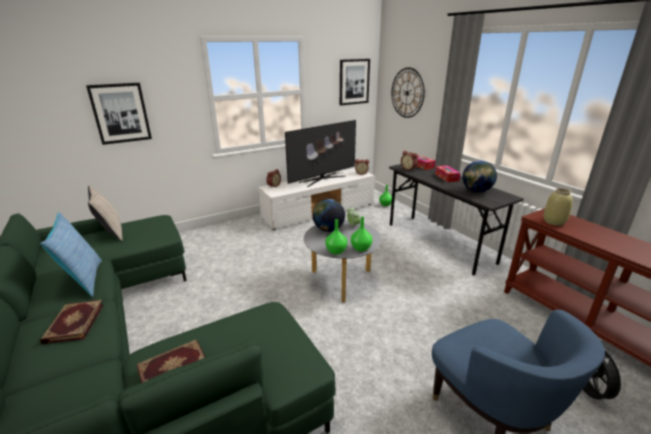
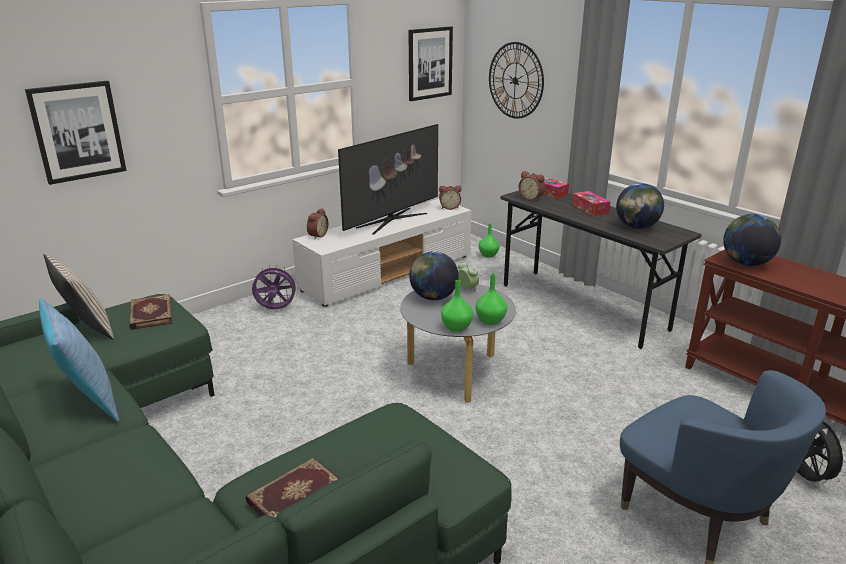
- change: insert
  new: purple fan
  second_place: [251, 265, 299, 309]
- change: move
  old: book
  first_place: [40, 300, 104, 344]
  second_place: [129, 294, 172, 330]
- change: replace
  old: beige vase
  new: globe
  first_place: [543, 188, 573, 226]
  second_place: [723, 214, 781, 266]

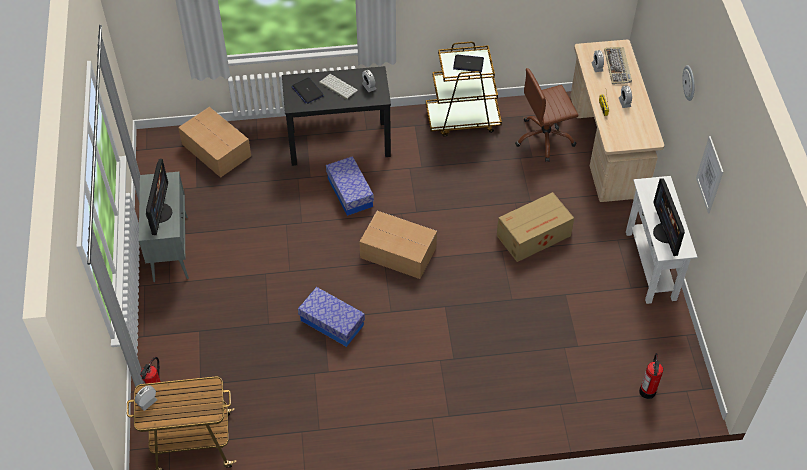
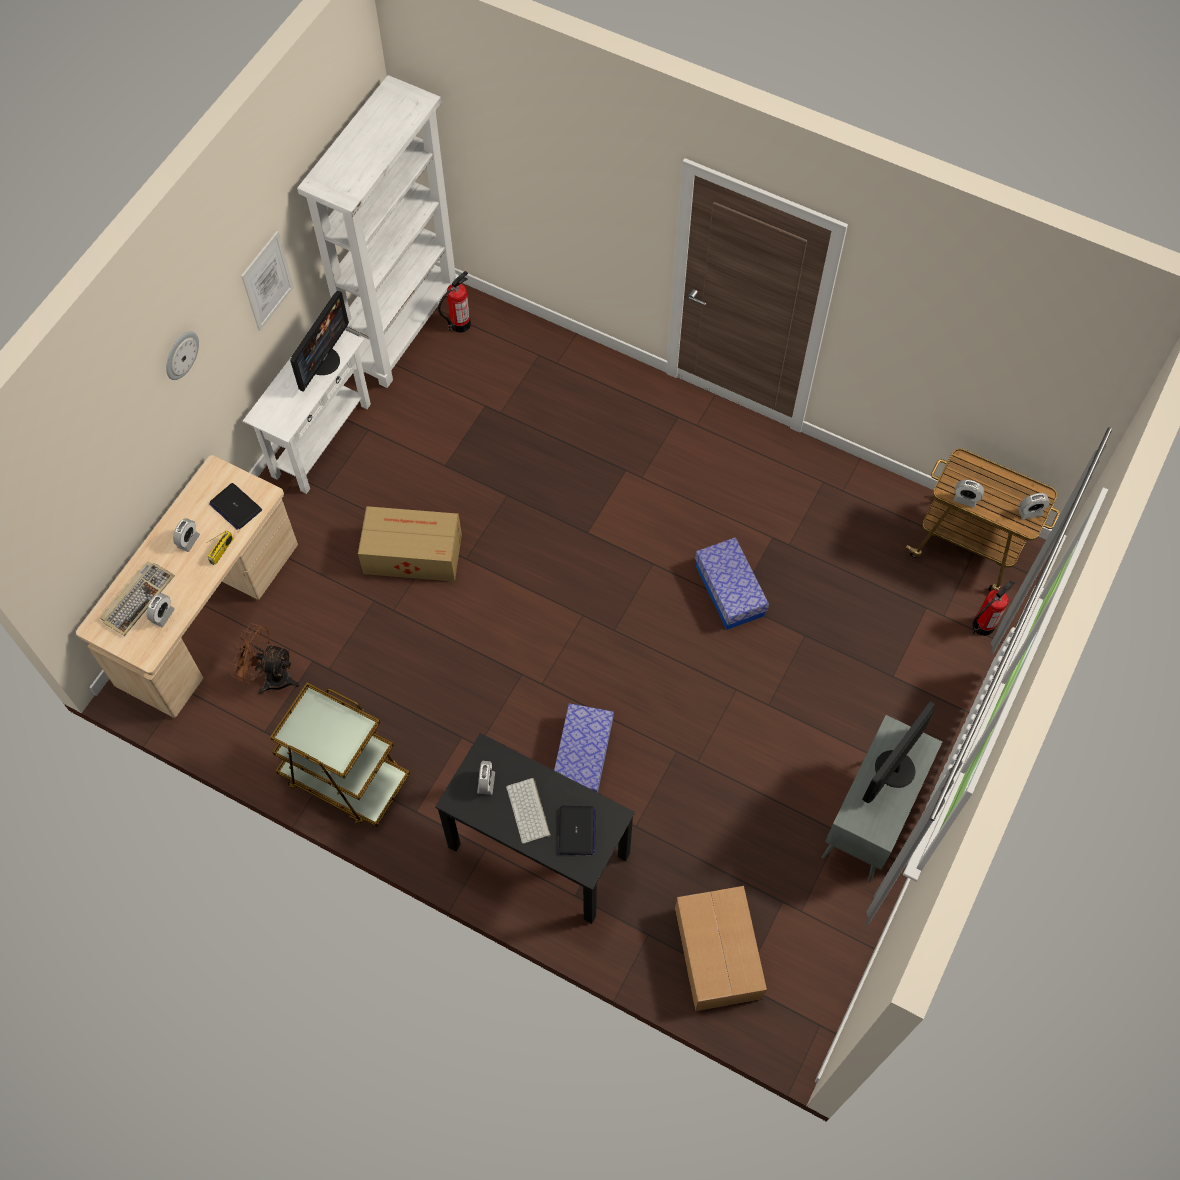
- change: delete
  old: cardboard box
  first_place: [359, 211, 437, 279]
- change: insert
  new: white bookcase
  second_place: [297, 75, 459, 388]
- change: insert
  new: alarm clock
  second_place: [953, 480, 984, 508]
- change: move
  old: laptop
  first_place: [453, 54, 484, 72]
  second_place: [209, 483, 262, 530]
- change: replace
  old: brown office chair
  new: brown fan
  first_place: [515, 68, 579, 162]
  second_place: [231, 623, 300, 695]

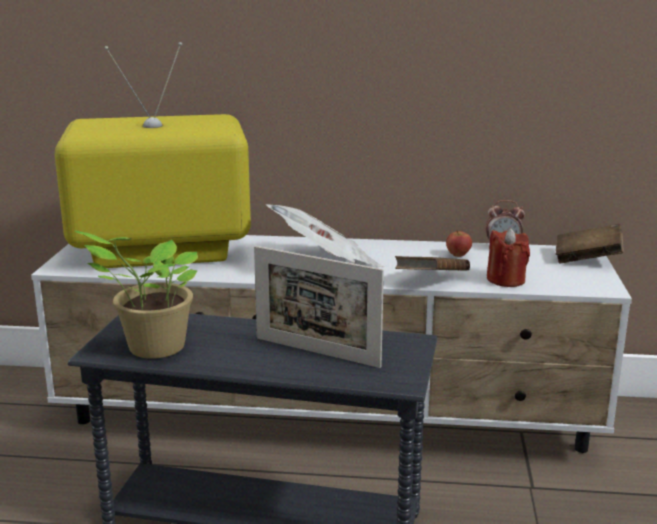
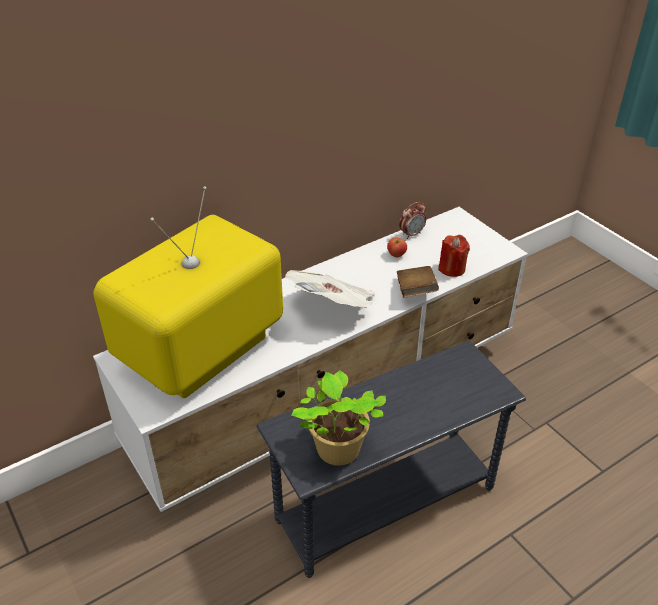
- change: delete
  old: picture frame
  first_place: [254, 246, 384, 368]
- change: delete
  old: brown book
  first_place: [556, 224, 624, 263]

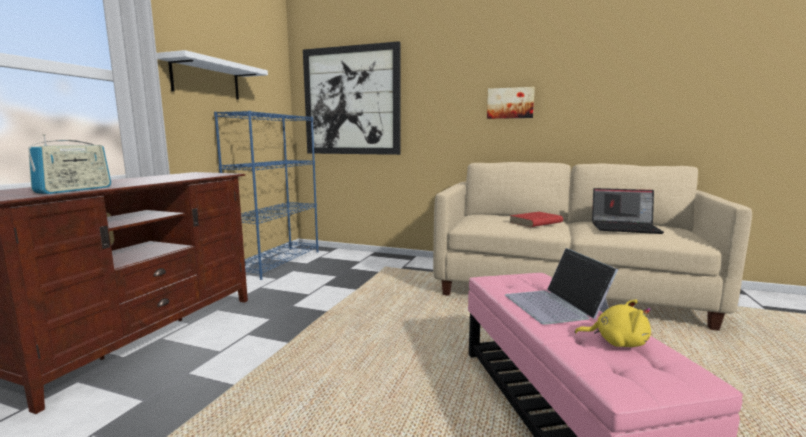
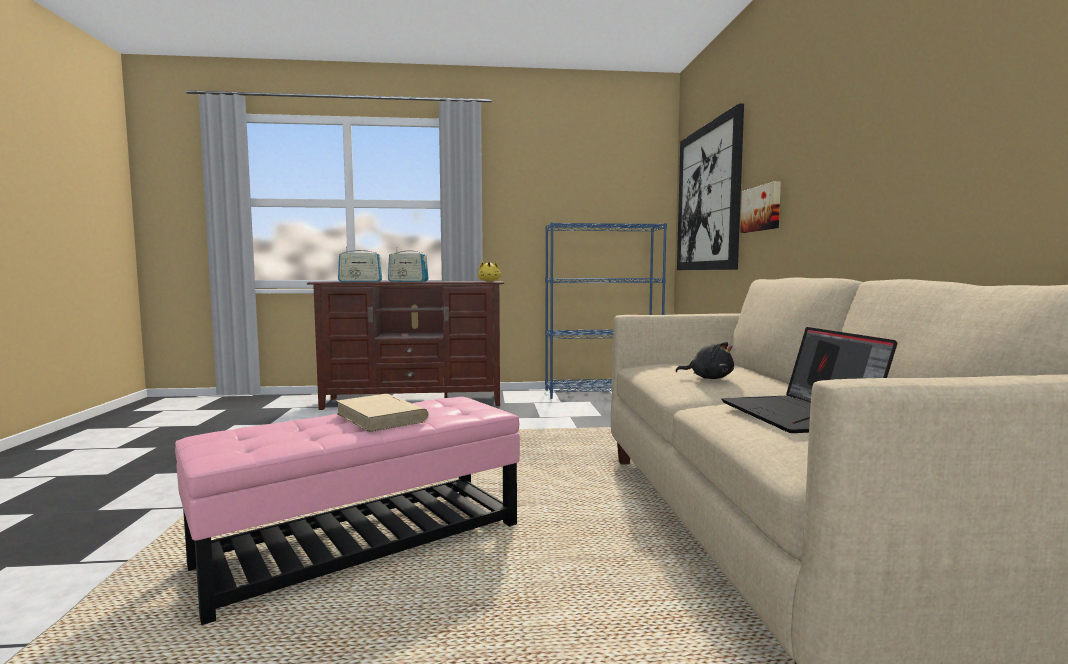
- change: delete
  old: white shelf
  first_place: [157, 50, 268, 100]
- change: insert
  new: radio
  second_place: [388, 247, 429, 282]
- change: move
  old: picture
  first_place: [487, 87, 535, 119]
  second_place: [740, 181, 781, 233]
- change: move
  old: yellow plush toy
  first_place: [575, 299, 651, 347]
  second_place: [478, 261, 501, 281]
- change: replace
  old: laptop
  new: beige book
  first_place: [505, 248, 618, 325]
  second_place: [336, 394, 429, 432]
- change: replace
  old: red book
  new: black plush toy
  first_place: [510, 212, 563, 227]
  second_place: [675, 342, 734, 379]

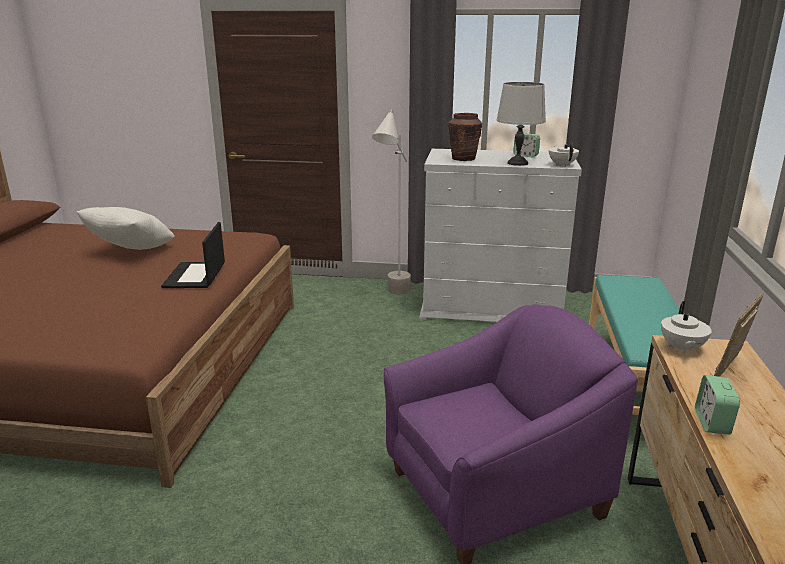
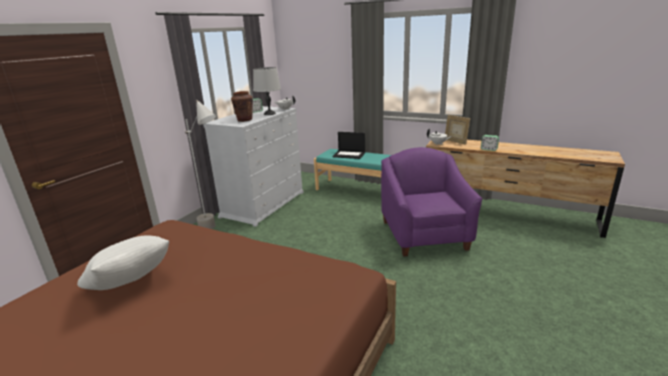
- change: move
  old: laptop
  first_place: [161, 222, 225, 288]
  second_place: [332, 132, 365, 159]

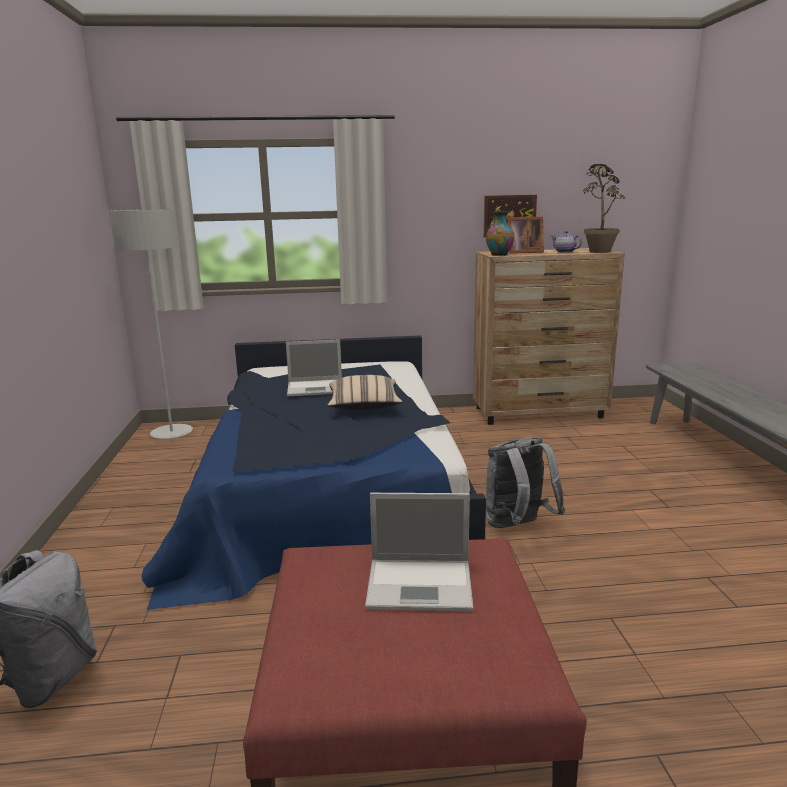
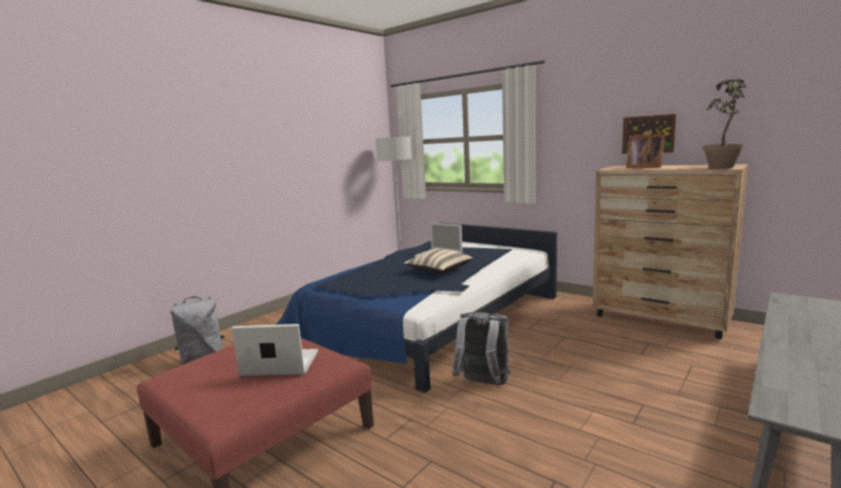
- change: delete
  old: vase
  first_place: [486, 211, 514, 256]
- change: delete
  old: teapot
  first_place: [551, 231, 582, 253]
- change: rotate
  old: laptop
  first_place: [365, 493, 474, 611]
  second_place: [232, 324, 318, 376]
  degrees: 135

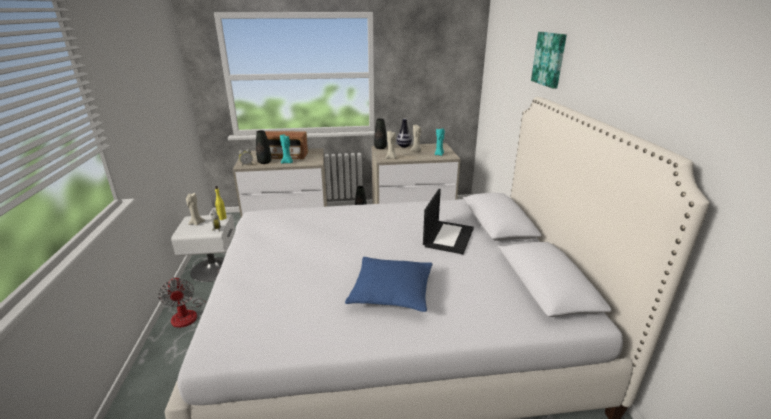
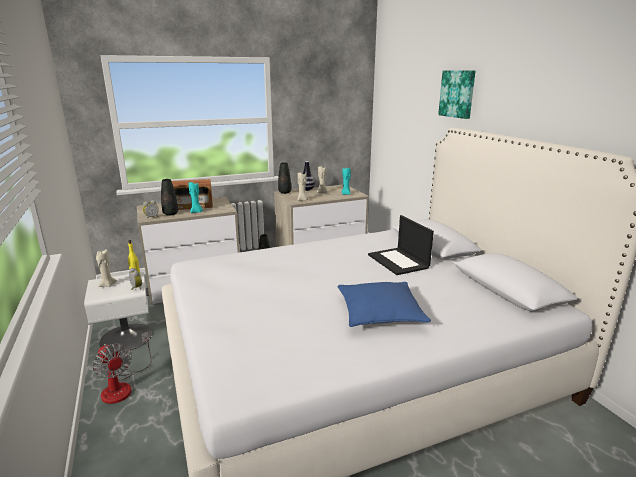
- change: rotate
  old: laptop
  first_place: [423, 189, 474, 254]
  second_place: [368, 215, 434, 275]
  degrees: 150

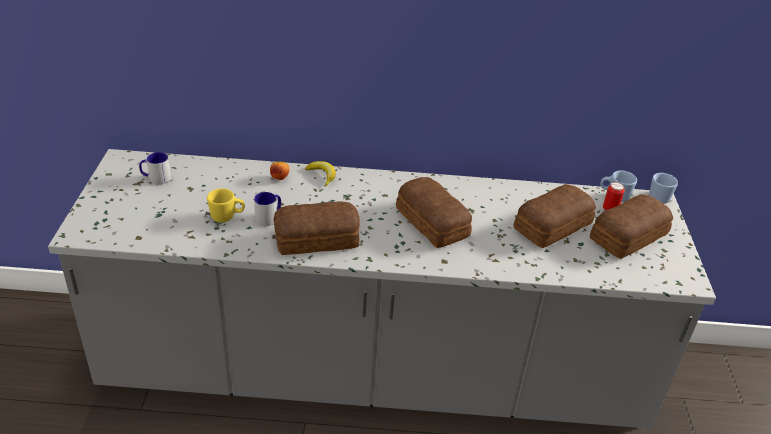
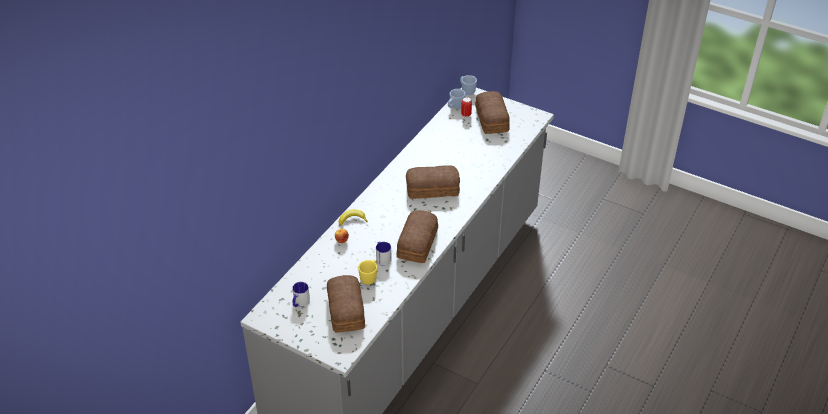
- change: move
  old: bread
  first_place: [513, 184, 596, 248]
  second_place: [327, 275, 365, 333]

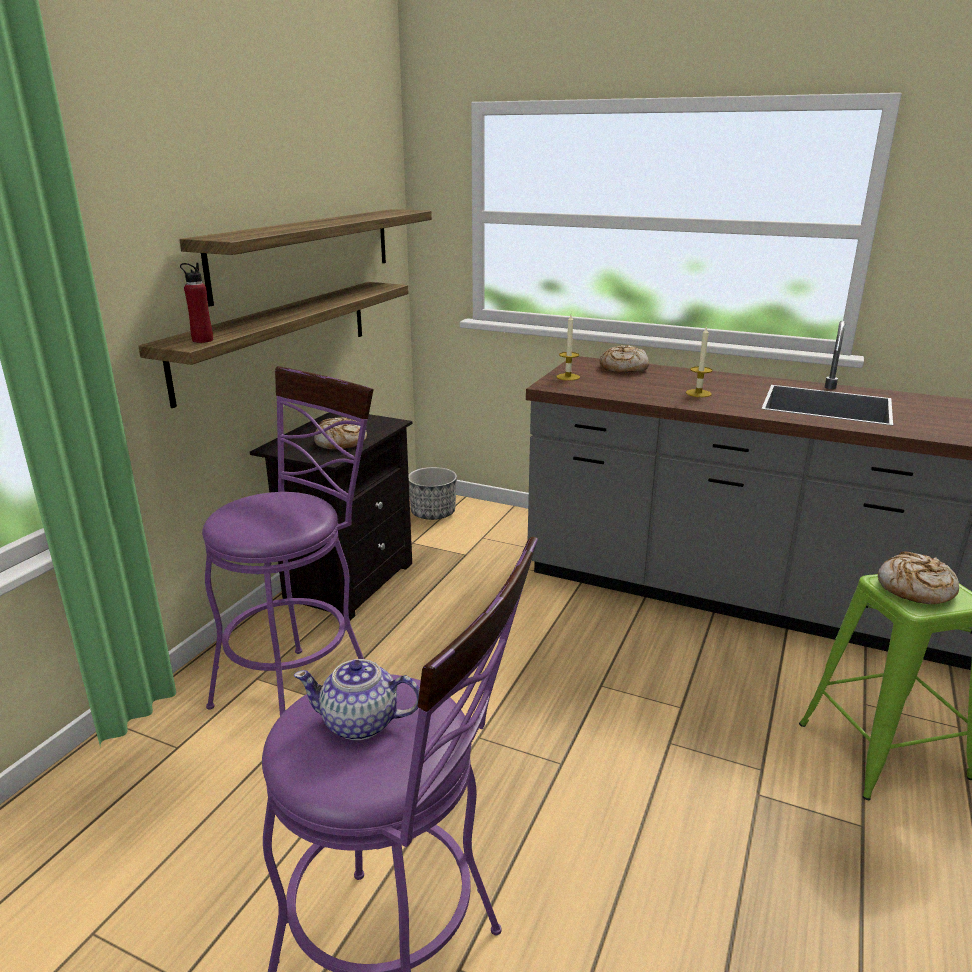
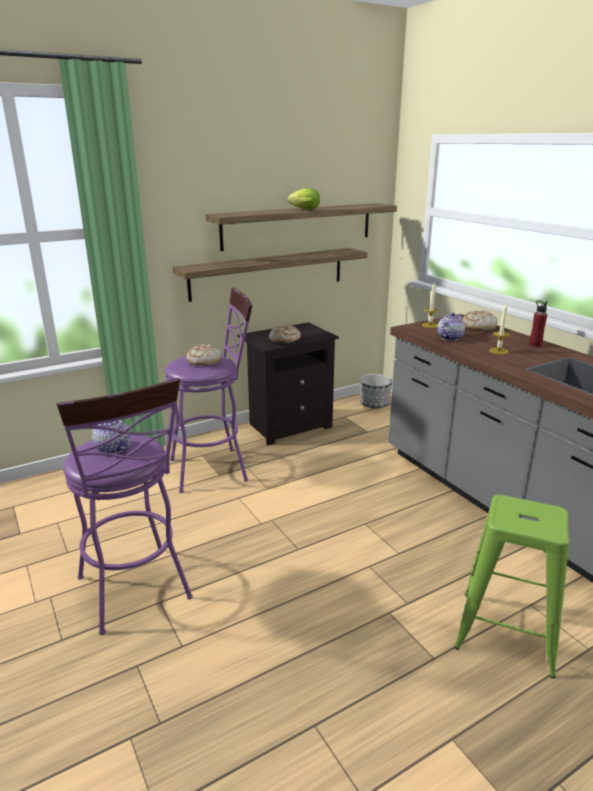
- change: insert
  new: lettuce
  second_place: [287, 188, 320, 210]
- change: insert
  new: teapot
  second_place: [437, 313, 465, 341]
- change: move
  old: red bottle
  first_place: [180, 263, 213, 343]
  second_place: [529, 301, 547, 347]
- change: move
  old: bread
  first_place: [878, 551, 959, 604]
  second_place: [186, 344, 221, 365]

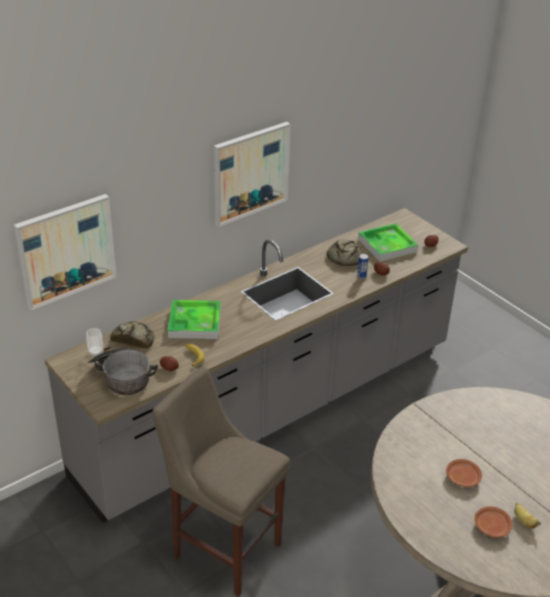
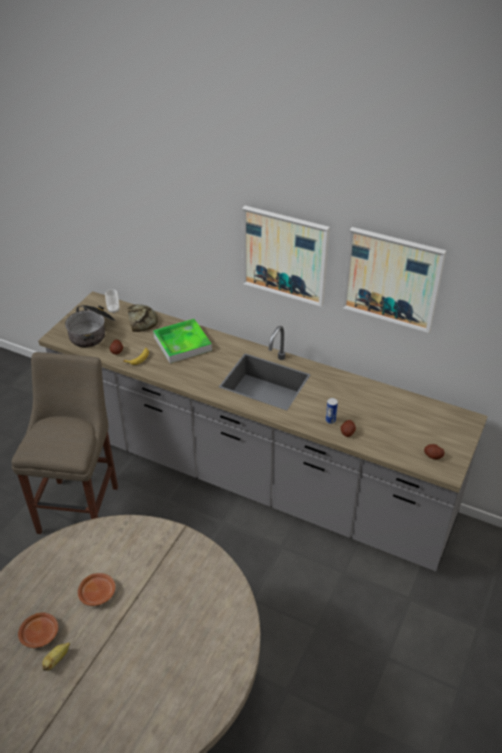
- change: delete
  old: bread
  first_place: [326, 240, 362, 266]
- change: delete
  old: tray
  first_place: [358, 223, 418, 262]
- change: move
  old: picture
  first_place: [14, 194, 117, 310]
  second_place: [342, 227, 446, 333]

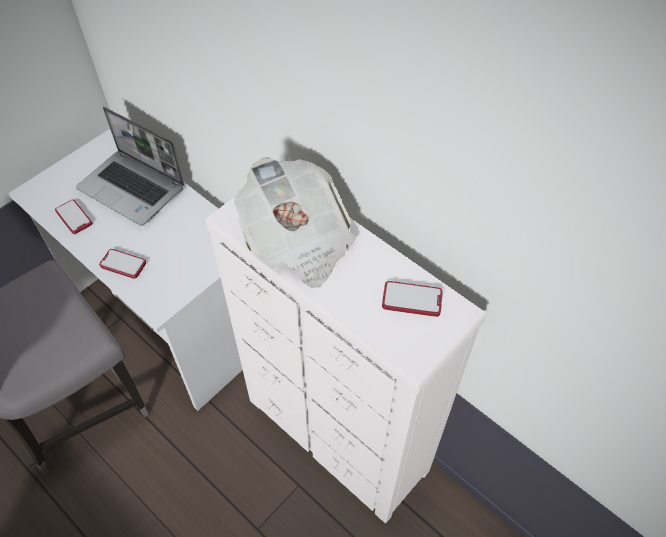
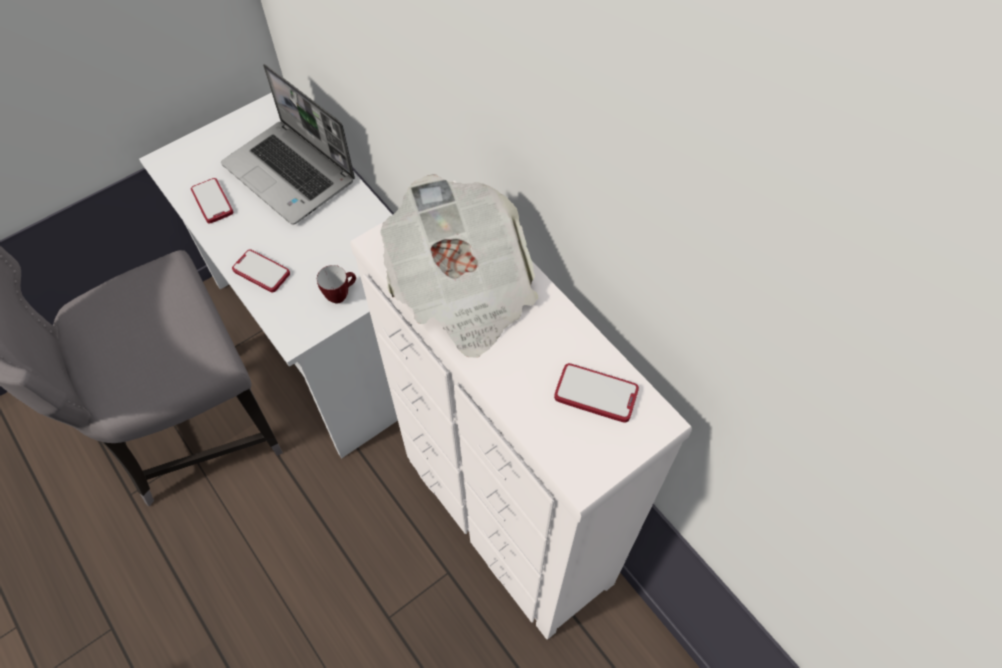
- change: insert
  new: mug
  second_place: [317, 265, 356, 304]

